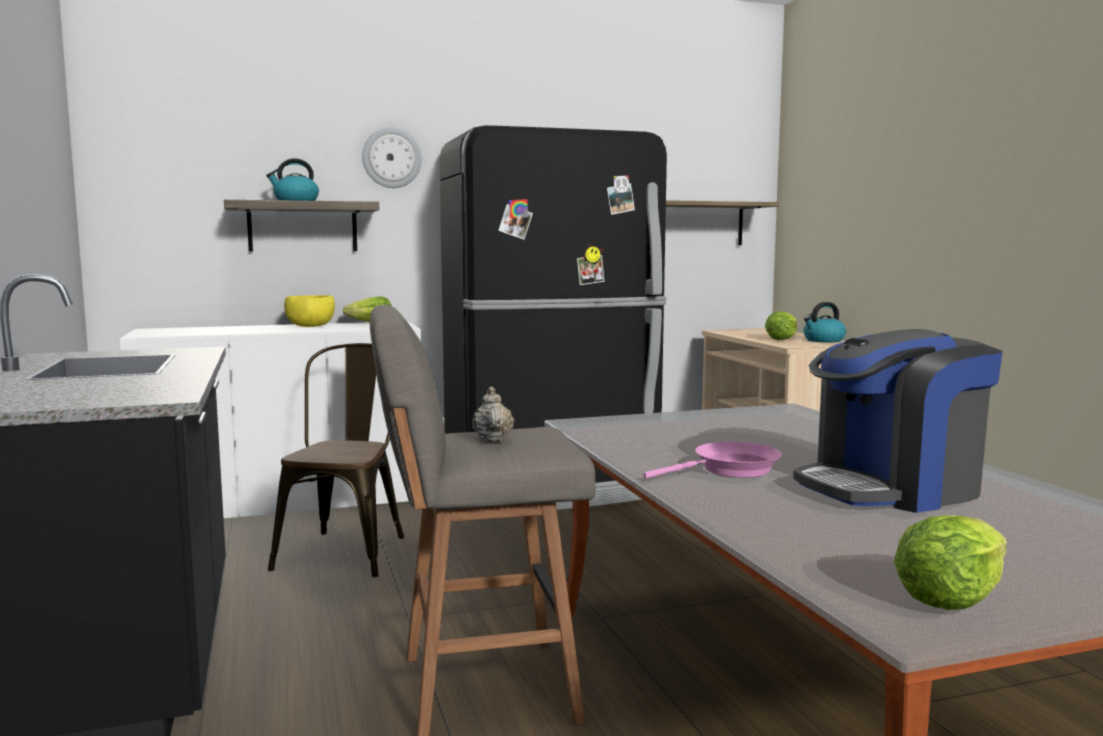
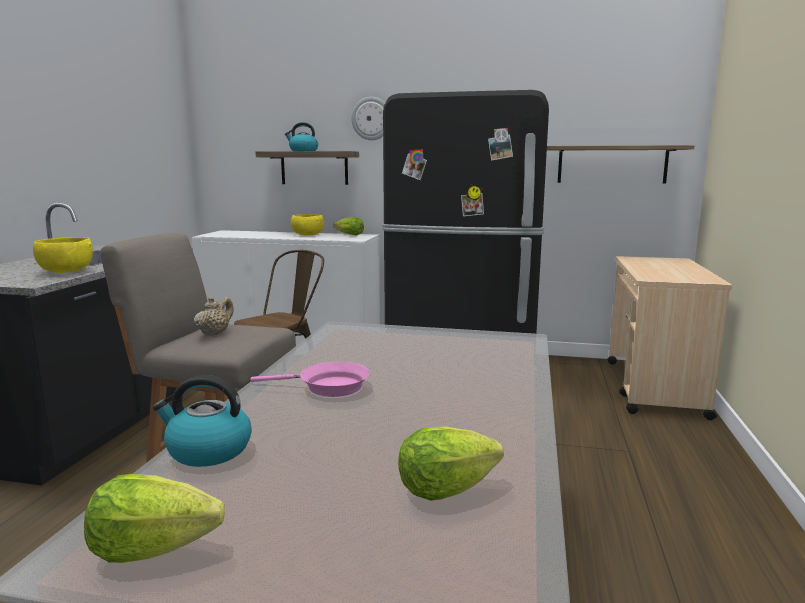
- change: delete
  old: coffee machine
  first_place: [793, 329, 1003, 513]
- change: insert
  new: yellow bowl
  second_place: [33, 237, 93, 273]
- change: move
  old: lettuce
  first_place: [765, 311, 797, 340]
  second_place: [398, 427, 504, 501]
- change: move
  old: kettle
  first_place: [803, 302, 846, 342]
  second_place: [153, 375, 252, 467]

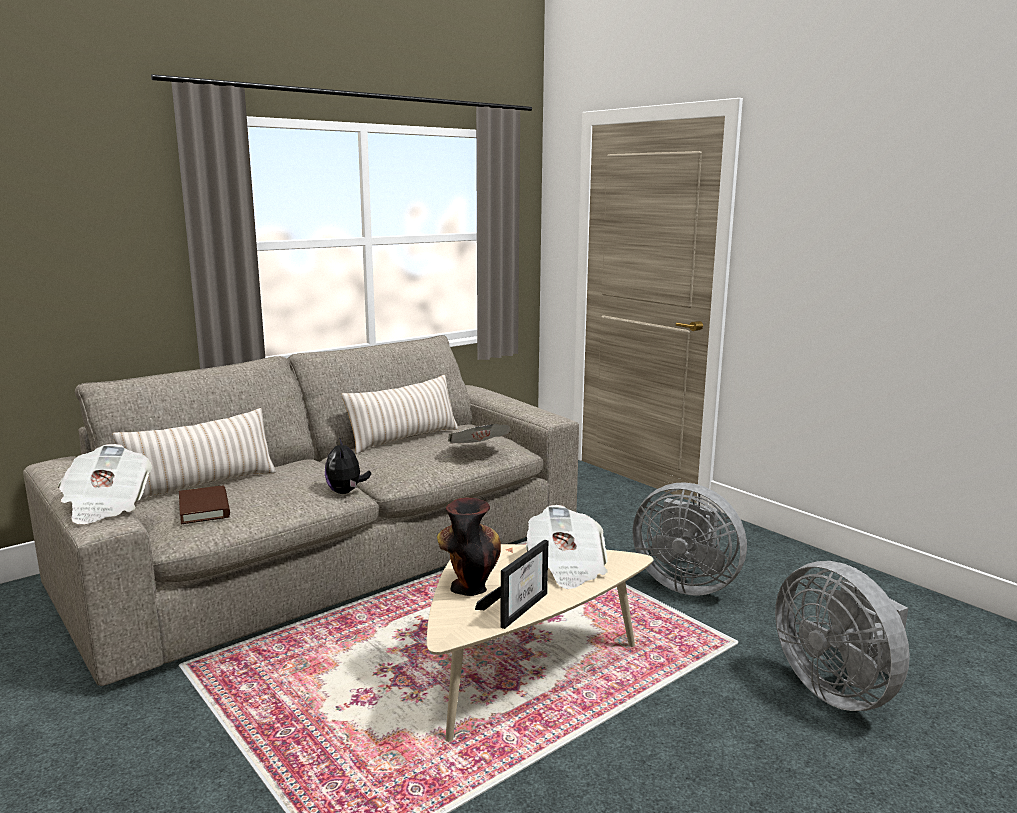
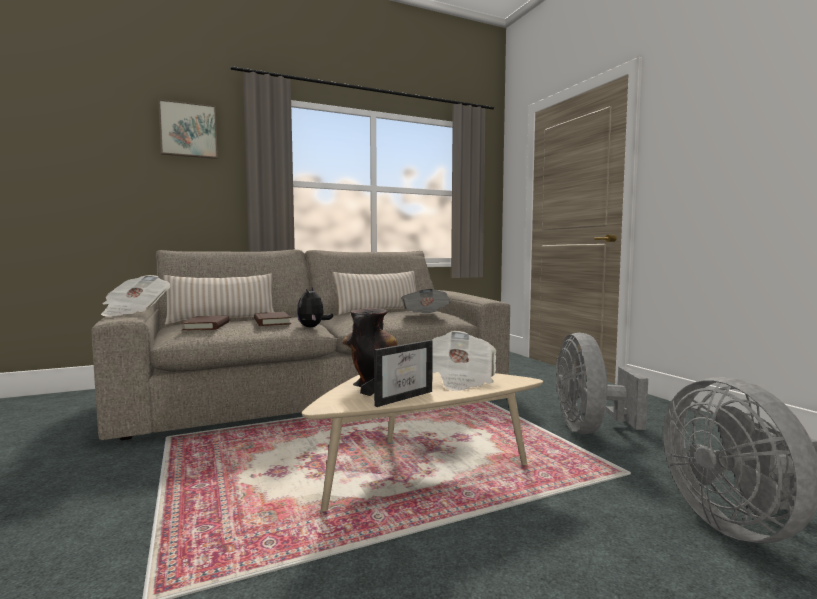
- change: insert
  new: picture
  second_place: [158, 99, 218, 159]
- change: insert
  new: brown book
  second_place: [254, 312, 291, 326]
- change: rotate
  old: grey fan
  first_place: [632, 482, 747, 596]
  second_place: [555, 333, 648, 434]
  degrees: 45

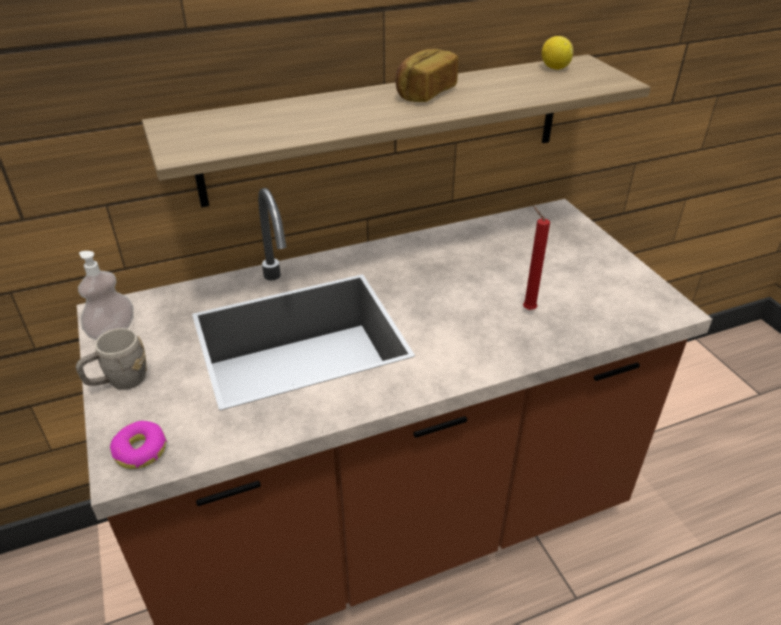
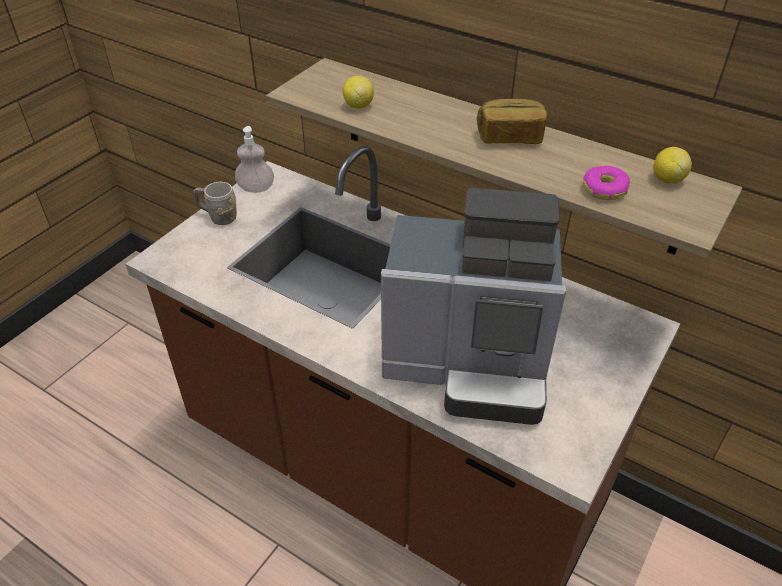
- change: insert
  new: lemon
  second_place: [343, 76, 374, 108]
- change: move
  old: donut
  first_place: [110, 421, 167, 469]
  second_place: [583, 166, 630, 200]
- change: replace
  old: red candle
  new: coffee machine
  first_place: [523, 206, 550, 310]
  second_place: [381, 188, 566, 425]

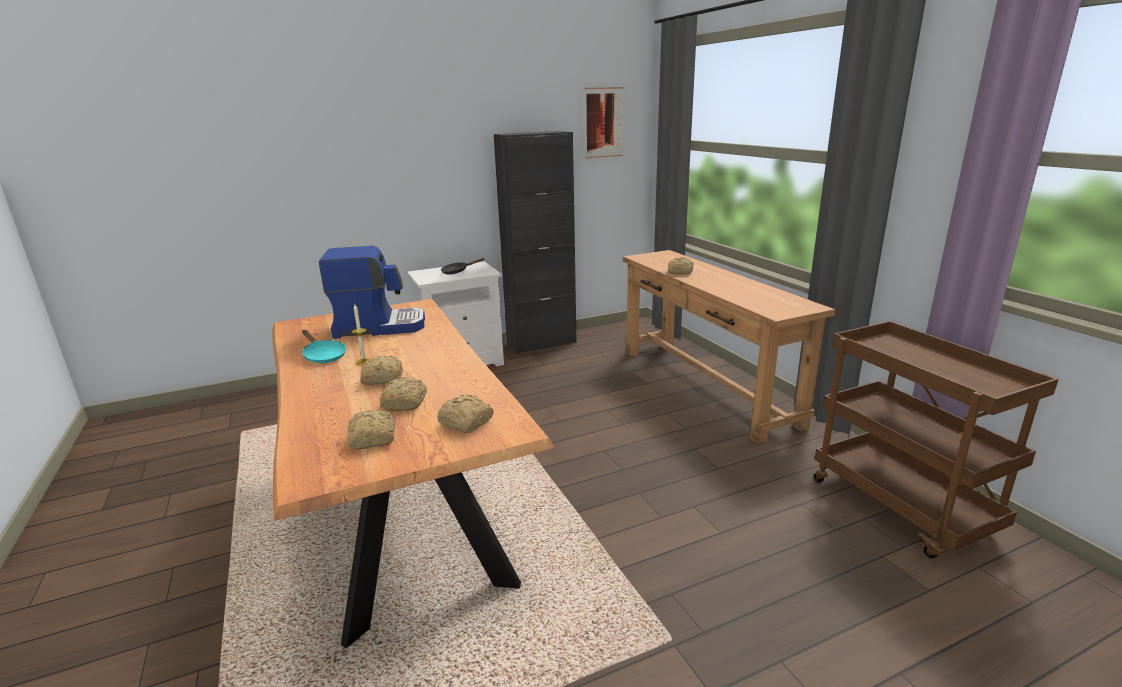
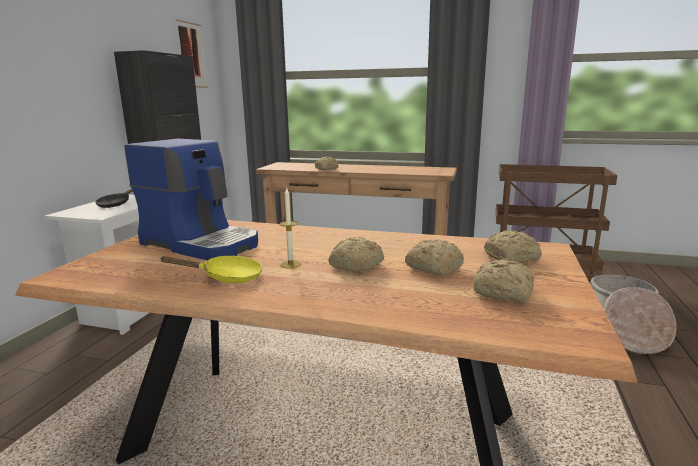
- change: insert
  new: basket
  second_place: [590, 275, 677, 354]
- change: recolor
  old: turquoise frying pan
  new: yellow frying pan
  first_place: [302, 330, 346, 363]
  second_place: [160, 256, 263, 283]
- change: rotate
  old: coffee machine
  first_place: [319, 246, 425, 339]
  second_place: [125, 139, 258, 260]
  degrees: 90

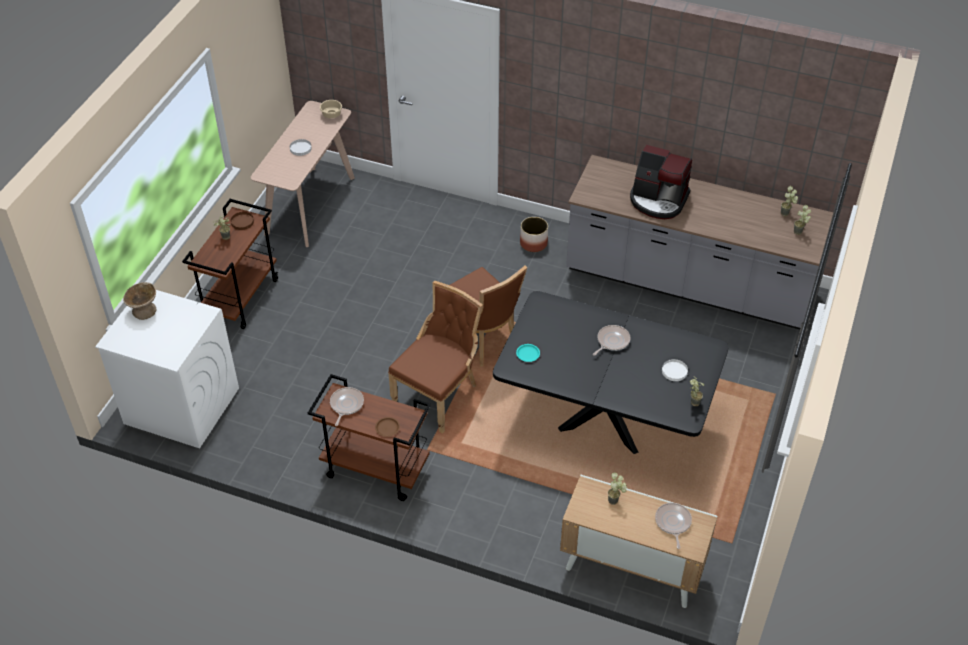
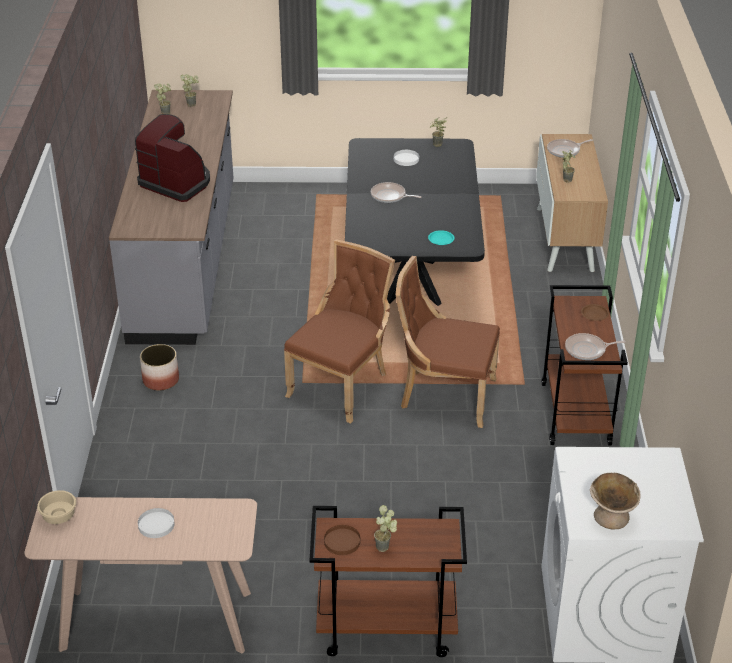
- change: rotate
  old: coffee machine
  first_place: [630, 145, 692, 219]
  second_place: [135, 114, 210, 202]
  degrees: -60

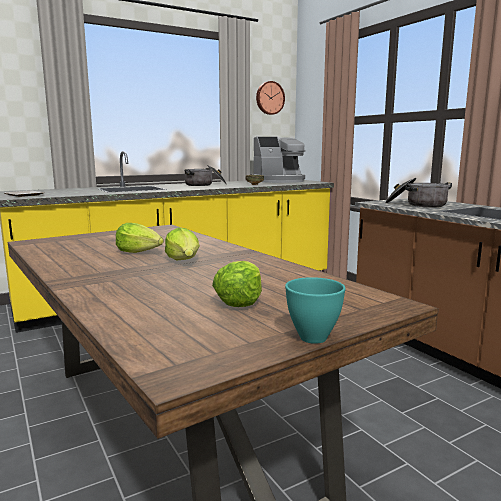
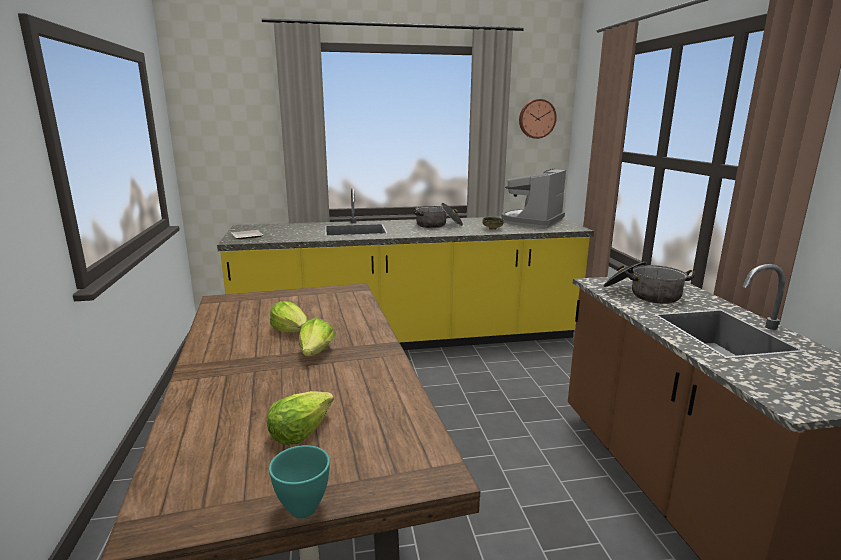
- change: rotate
  old: coffee machine
  first_place: [250, 137, 306, 183]
  second_place: [501, 169, 566, 228]
  degrees: 120

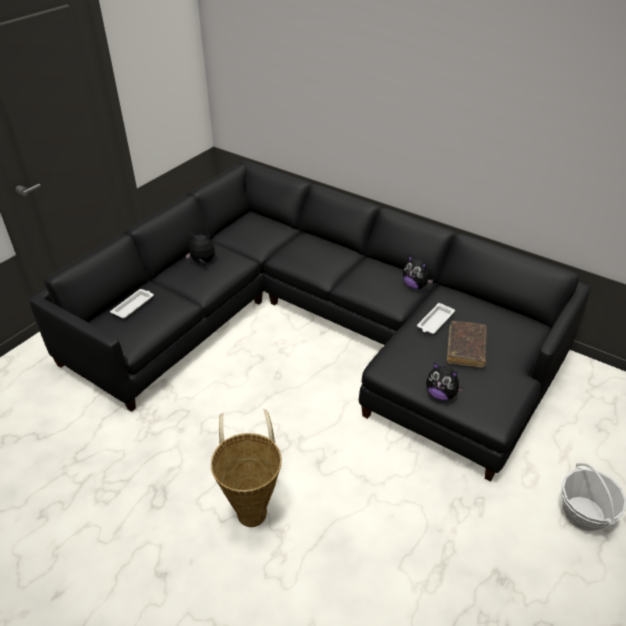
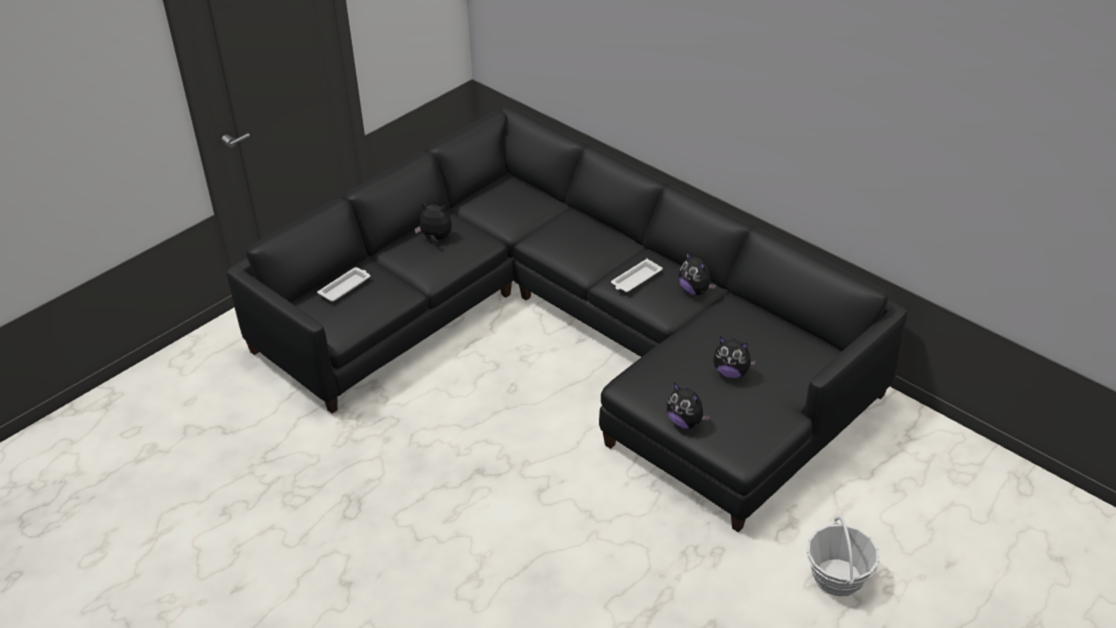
- change: delete
  old: basket
  first_place: [211, 409, 282, 527]
- change: move
  old: white tray
  first_place: [417, 303, 455, 334]
  second_place: [611, 259, 663, 292]
- change: replace
  old: brown book
  new: plush toy
  first_place: [447, 321, 487, 367]
  second_place: [714, 337, 756, 378]

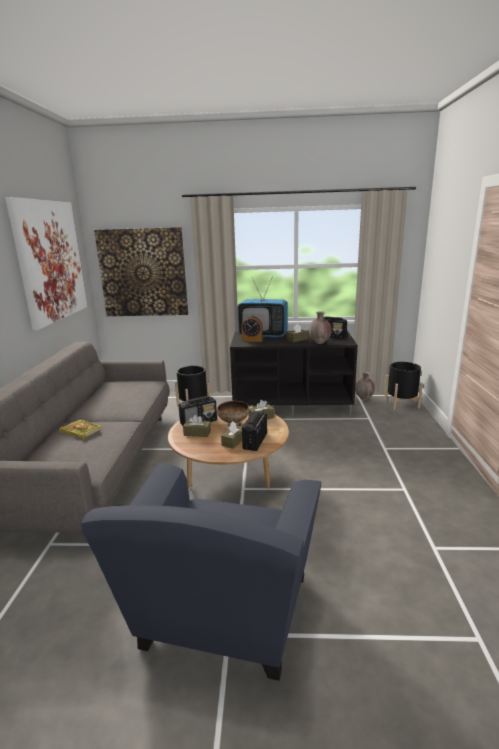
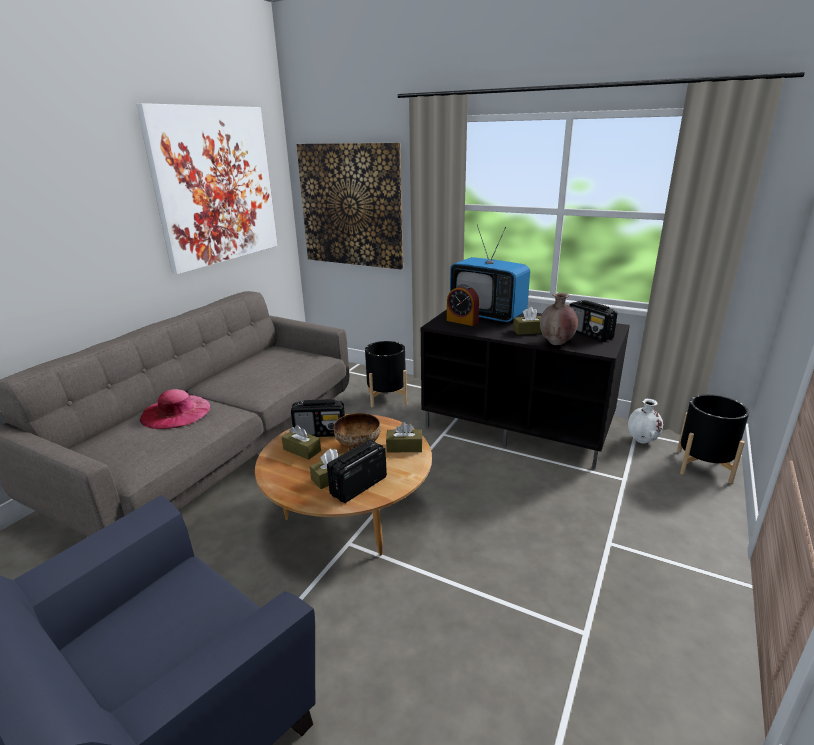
- change: replace
  old: book
  new: pink hat
  first_place: [59, 420, 102, 439]
  second_place: [140, 389, 210, 429]
- change: recolor
  old: brown vase
  new: white vase
  first_place: [355, 372, 375, 400]
  second_place: [628, 399, 663, 443]

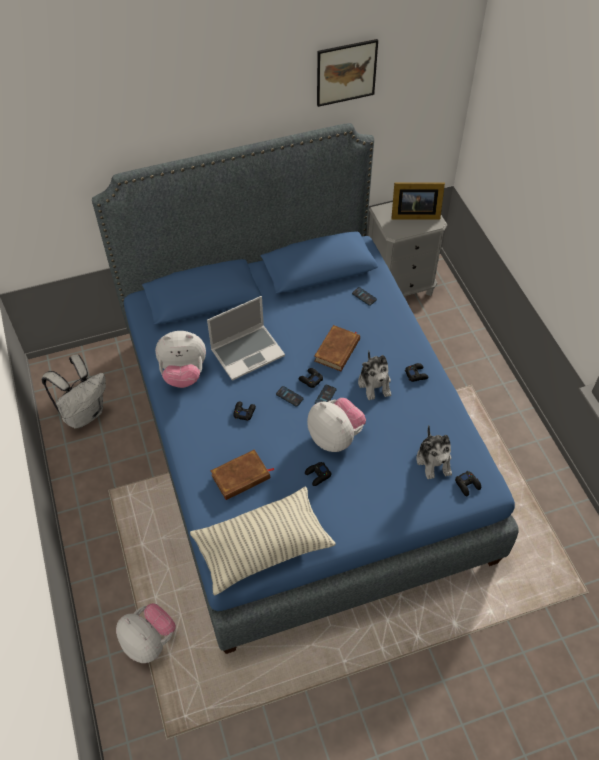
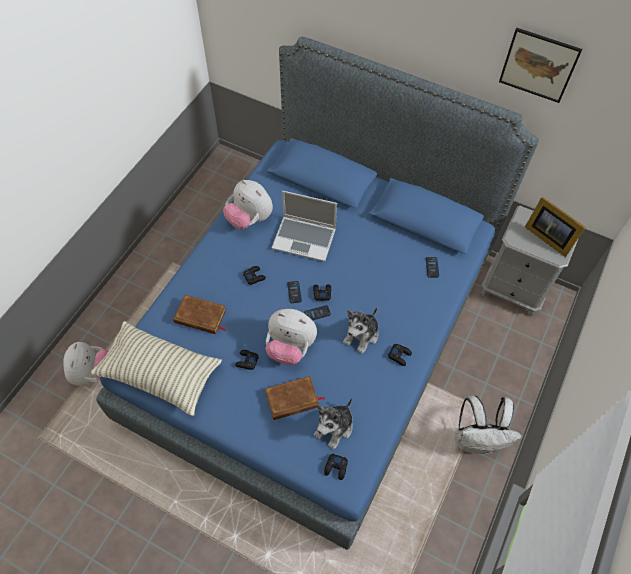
- change: move
  old: white backpack
  first_place: [42, 354, 106, 429]
  second_place: [457, 396, 521, 454]
- change: move
  old: brown book
  first_place: [314, 325, 360, 371]
  second_place: [265, 376, 325, 420]
- change: rotate
  old: plush toy
  first_place: [307, 398, 366, 452]
  second_place: [266, 309, 317, 365]
  degrees: 105

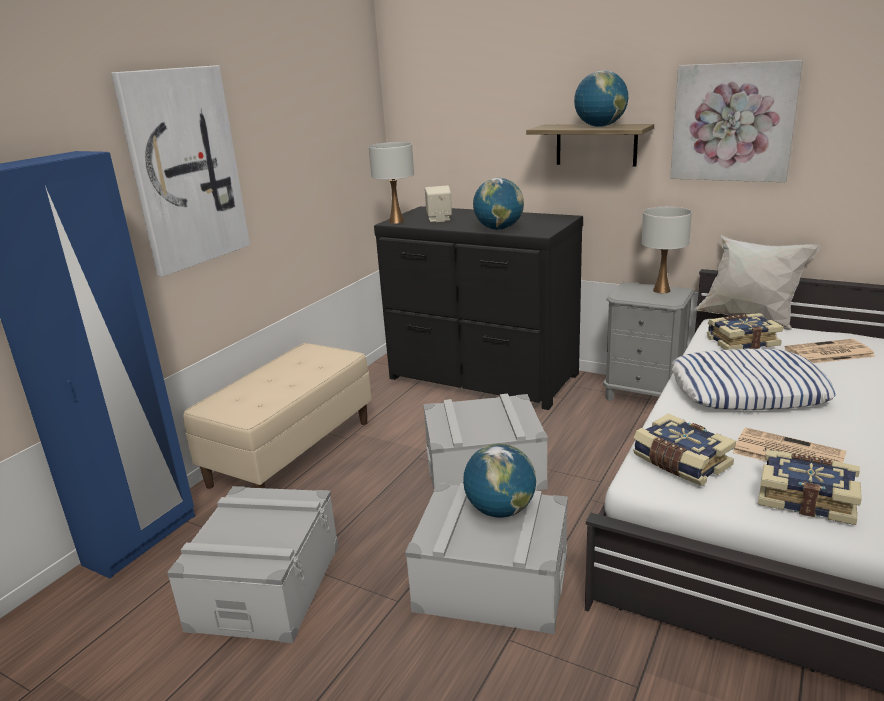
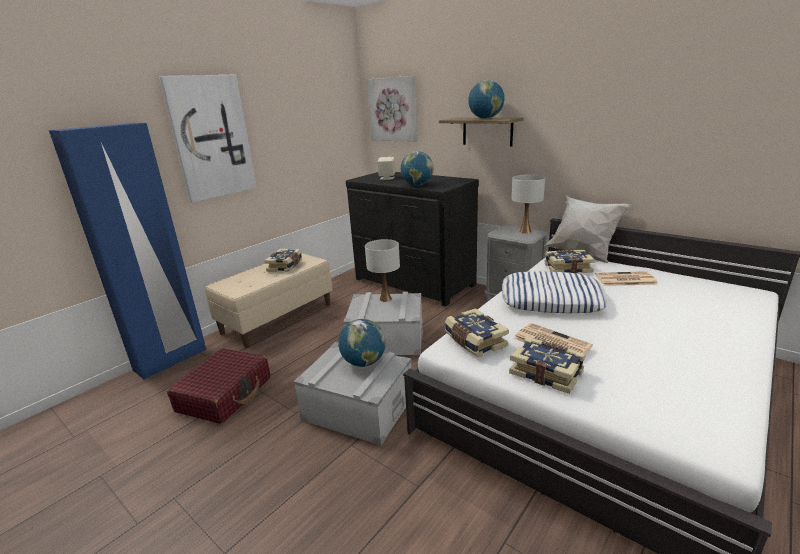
- change: insert
  new: book
  second_place: [265, 249, 302, 272]
- change: move
  old: white table lamp
  first_place: [369, 142, 414, 224]
  second_place: [365, 239, 400, 302]
- change: move
  old: picture
  first_place: [670, 60, 803, 182]
  second_place: [367, 76, 418, 142]
- change: replace
  old: grey storage box
  new: red suitcase
  first_place: [167, 486, 338, 643]
  second_place: [167, 348, 270, 424]

